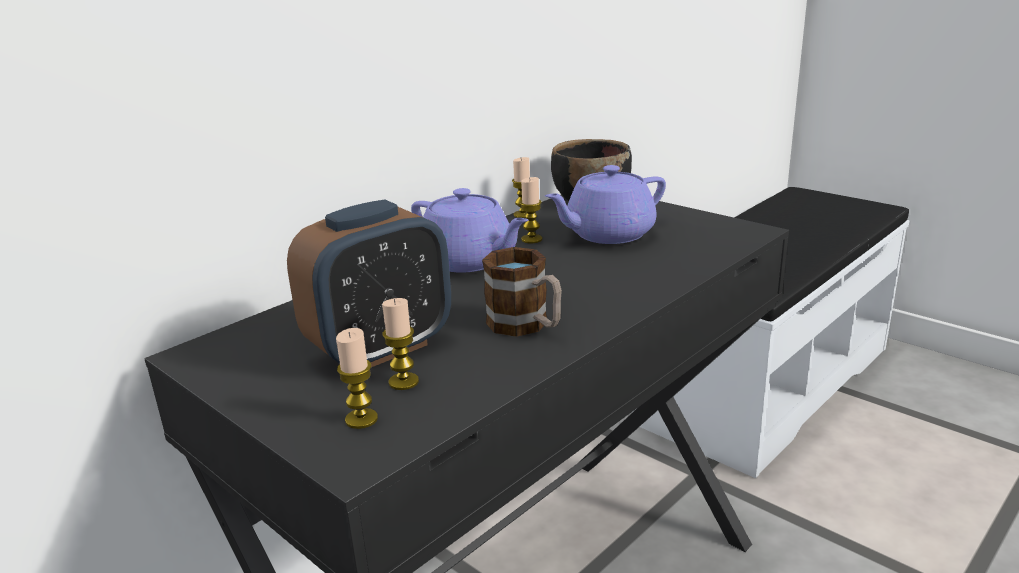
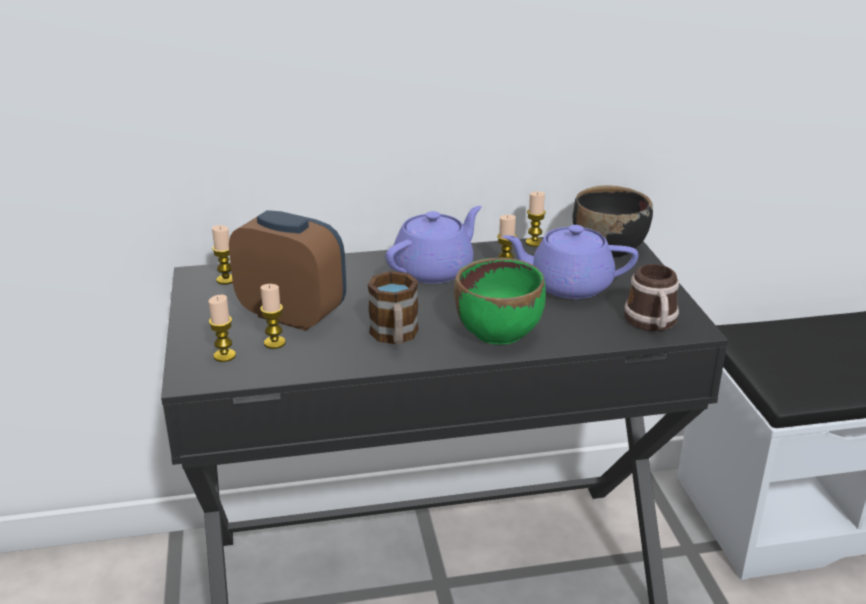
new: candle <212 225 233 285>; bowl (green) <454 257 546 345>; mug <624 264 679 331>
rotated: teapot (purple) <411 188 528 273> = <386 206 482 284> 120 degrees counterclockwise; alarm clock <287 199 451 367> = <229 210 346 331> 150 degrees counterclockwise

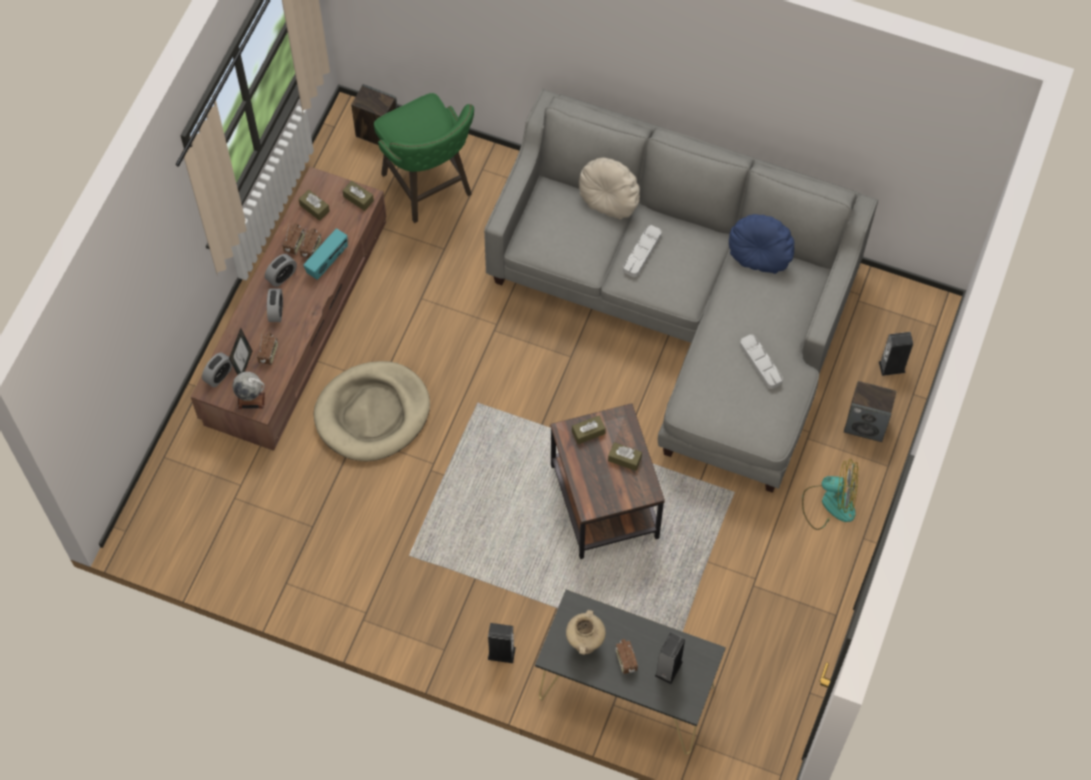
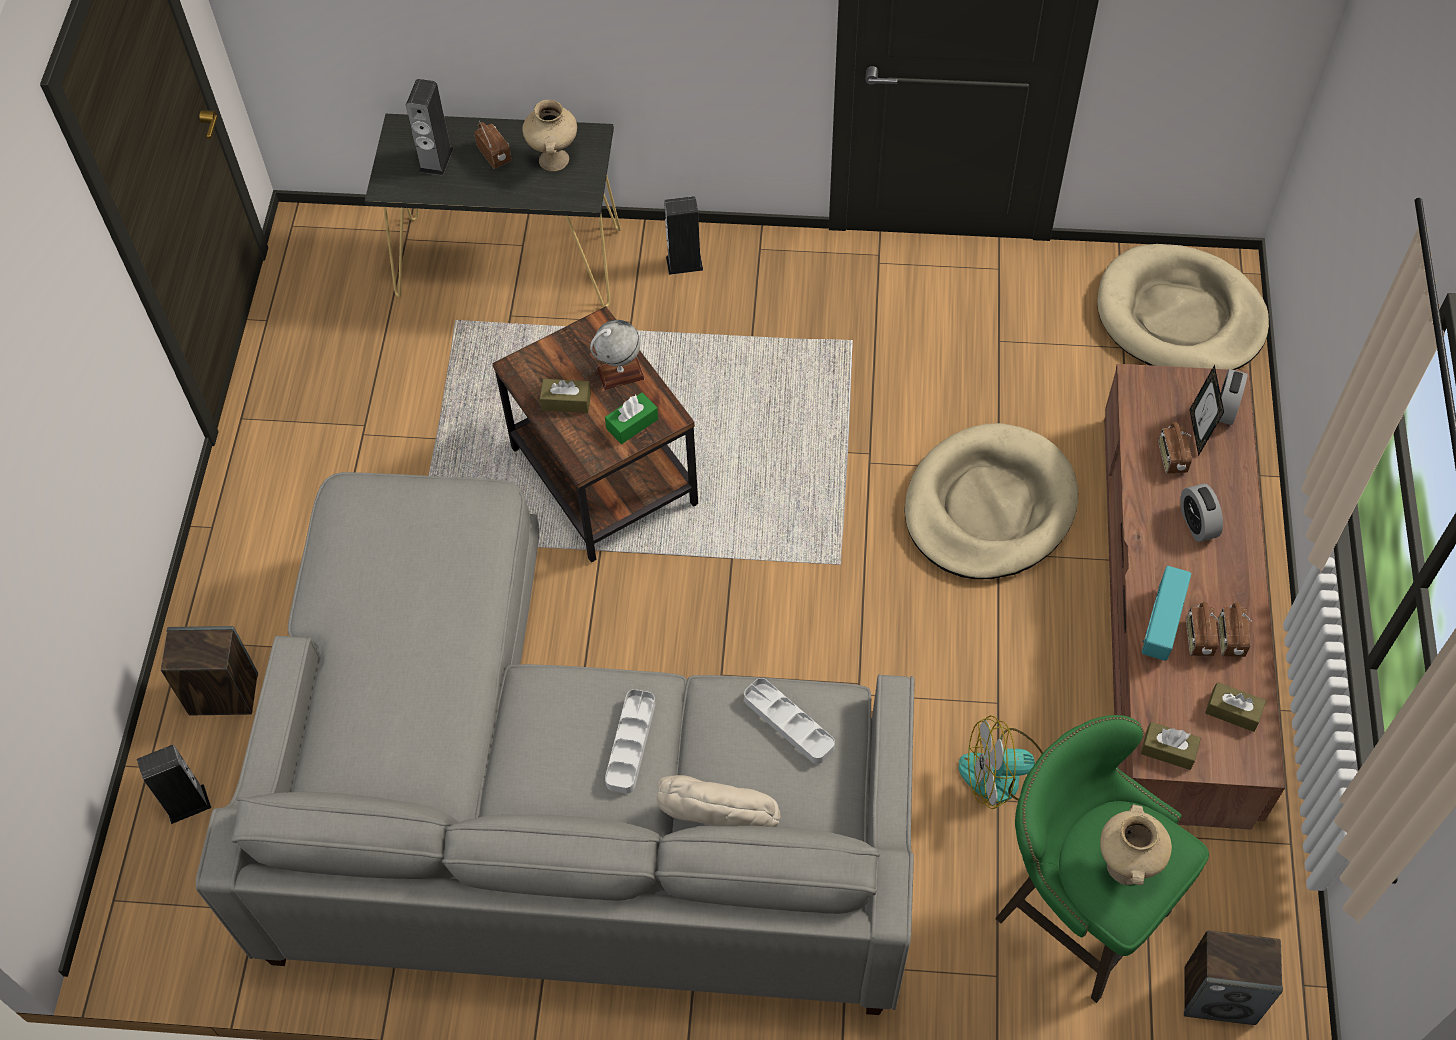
gone: pillow (blue) <729 214 794 274>; alarm clock <265 254 297 287>
new: dog bed (beige) <1097 244 1269 370>; vase (beige) <1100 805 1172 885>
shifted: tray (grey) <740 334 783 389> to <744 678 835 764>; globe <233 372 265 409> to <590 320 645 390>; fan <802 459 858 530> to <958 715 1043 809>
repainted: tissue box (brown) <572 416 606 444> to tissue box (green) <605 392 658 444>

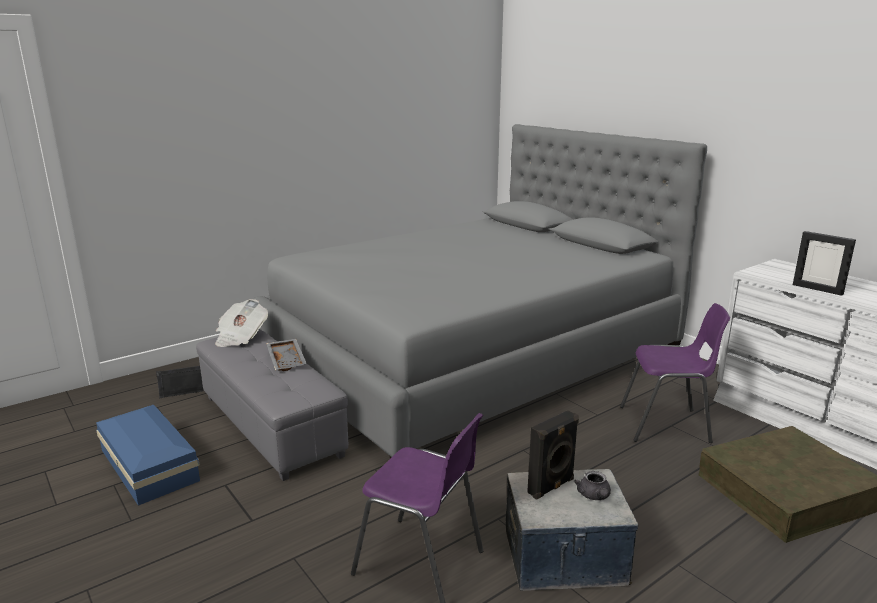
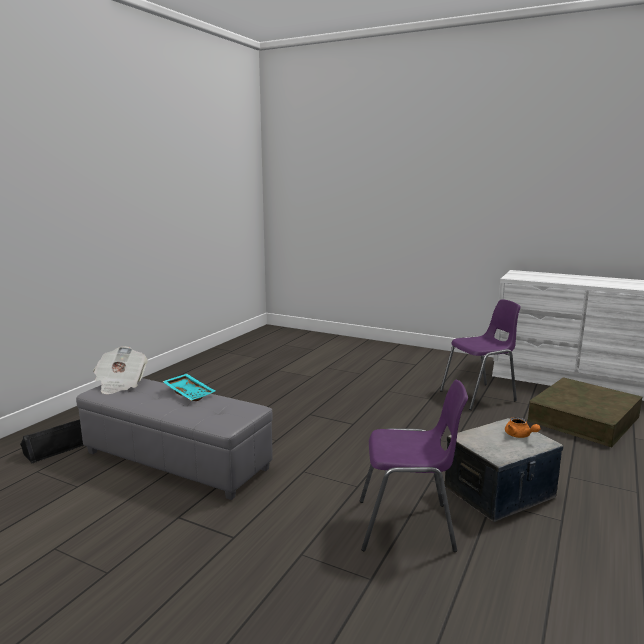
gone: bed (grey) <253 124 707 458>; picture frame <793 231 856 296>; storage box (blue) <96 405 200 506>; speaker (black) <527 410 579 500>
repainted: tray (grey) <266 338 307 371> to tray (turquoise) <162 374 215 401>; teapot (grey) <574 471 611 500> to teapot (orange) <505 417 541 438>

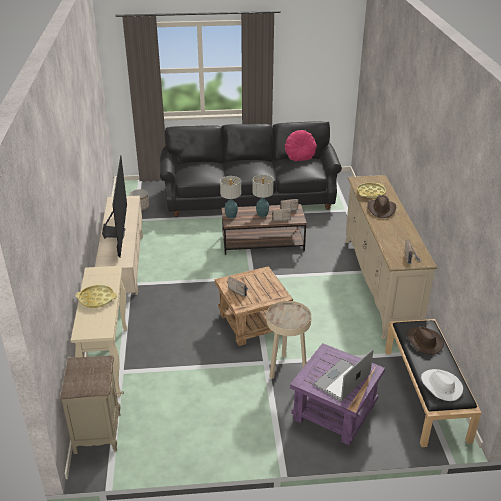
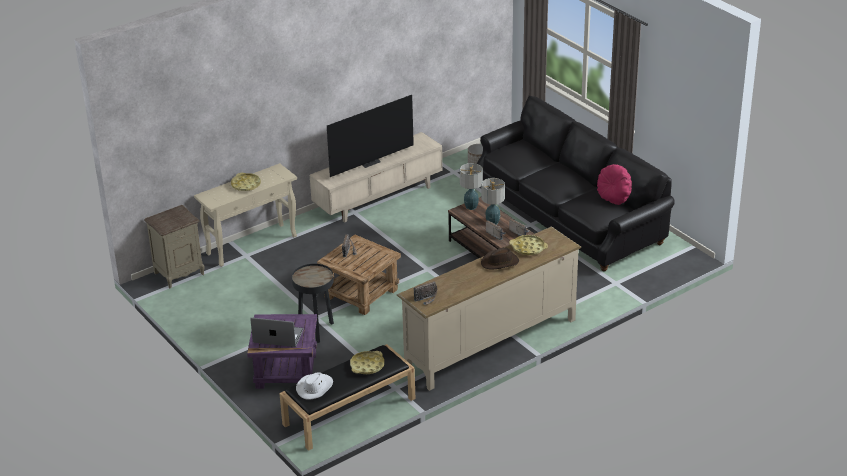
swapped: hat (brown) <406 326 444 355> to tray (yellow) <350 351 384 374>
repainted: side table (beige) <267 301 312 379> to side table (black) <292 264 334 343>

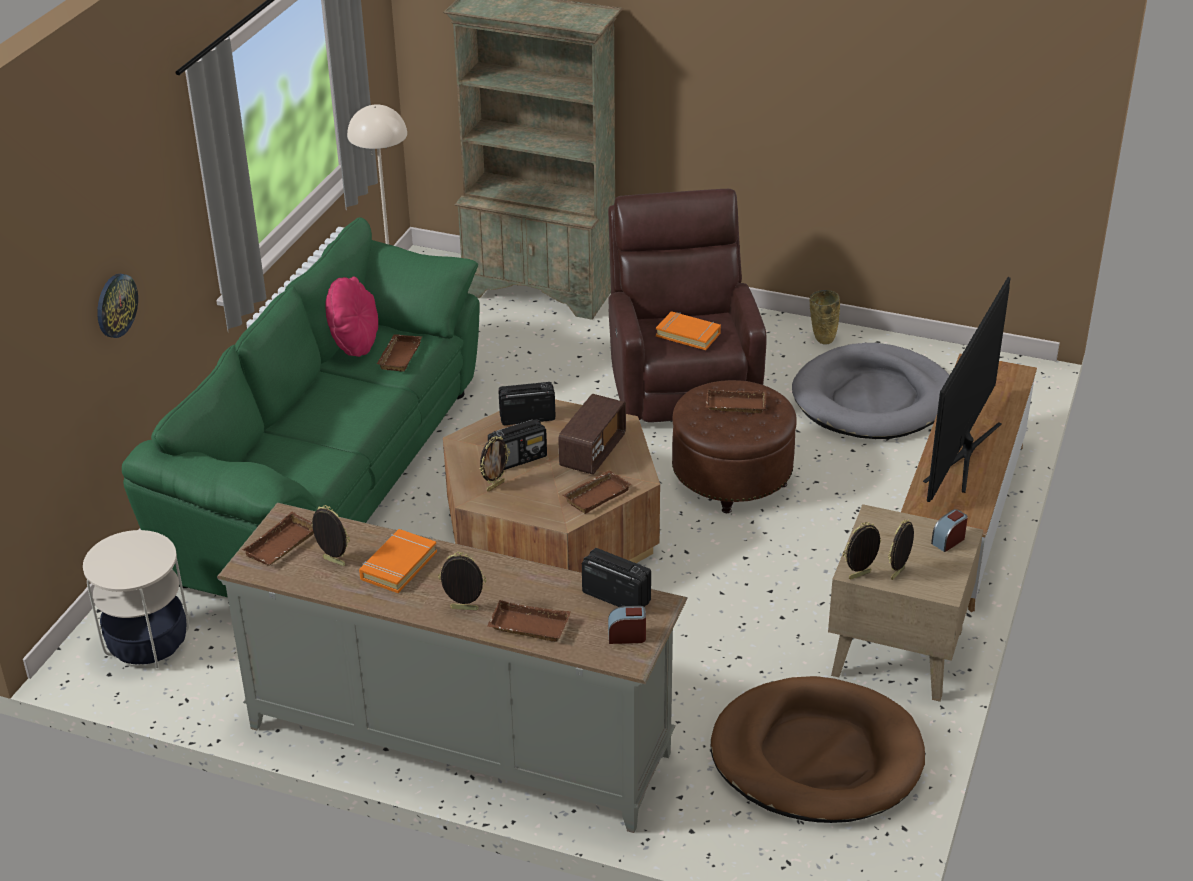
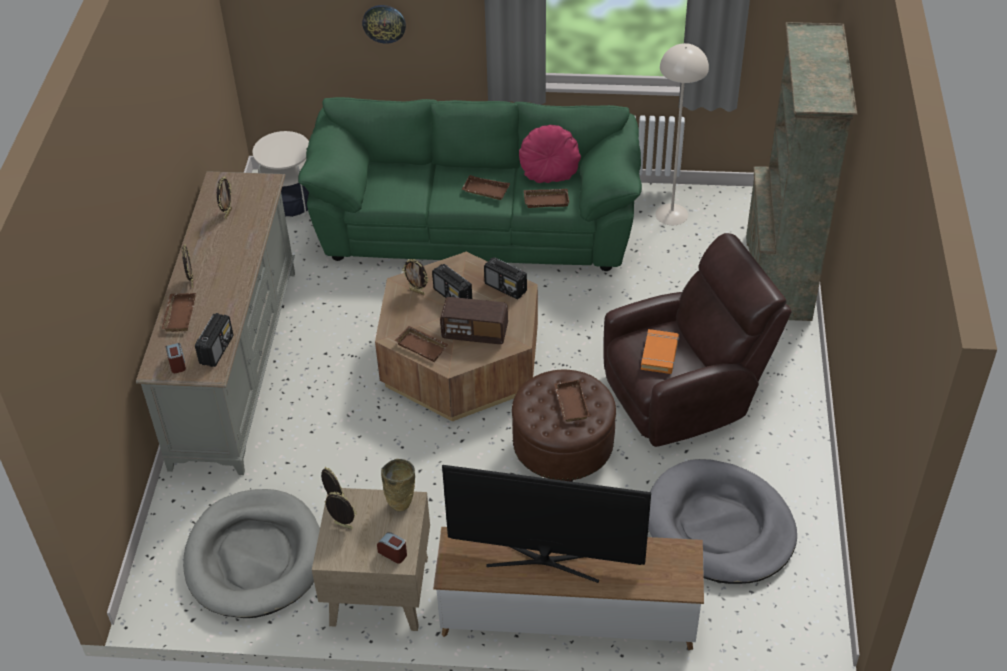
gone: book (orange) <359 529 437 593>
shifted: vase (beige) <810 290 840 345> to <381 459 415 512>; tray (brown) <242 512 314 566> to <461 175 510 200>
repainted: dog bed (brown) <711 676 925 823> to dog bed (grey) <183 489 320 618>
rotated: radio <498 382 555 425> = <484 257 527 299> 150 degrees clockwise

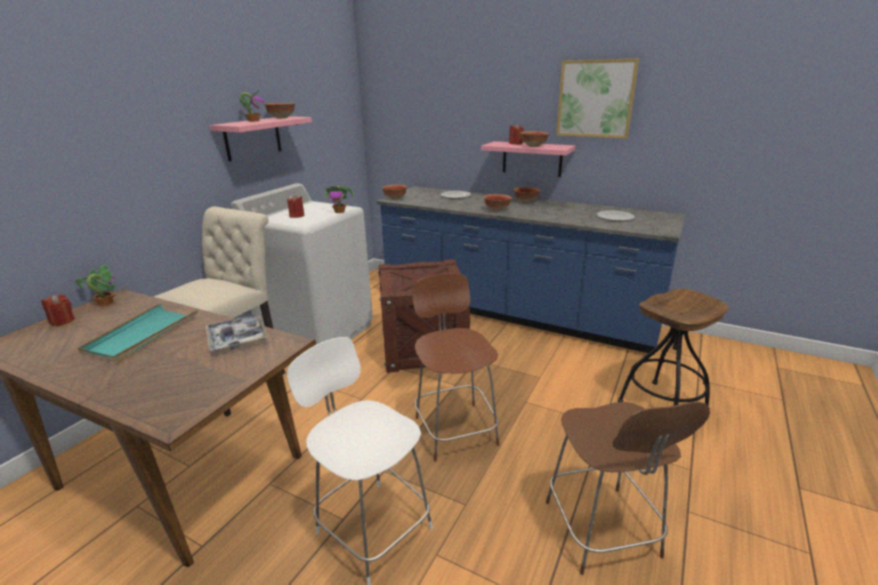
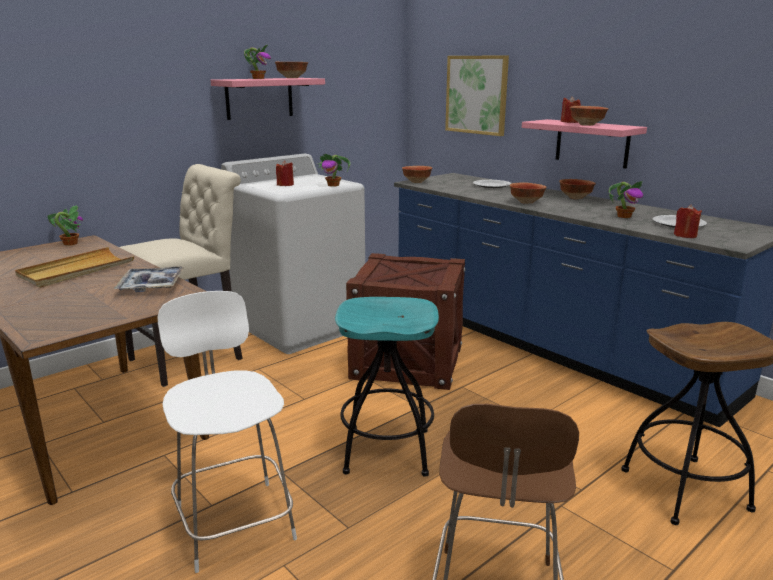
new: potted plant <609 181 643 218>
shifted: picture <556 59 639 138> to <445 55 509 136>; candle (red) <41 294 75 326> to <674 204 702 238>
swapped: chair (brown) <412 273 499 462> to stool (turquoise) <335 297 439 477>
repainted: tray (turquoise) <78 303 198 362> to tray (beige) <15 247 134 288>

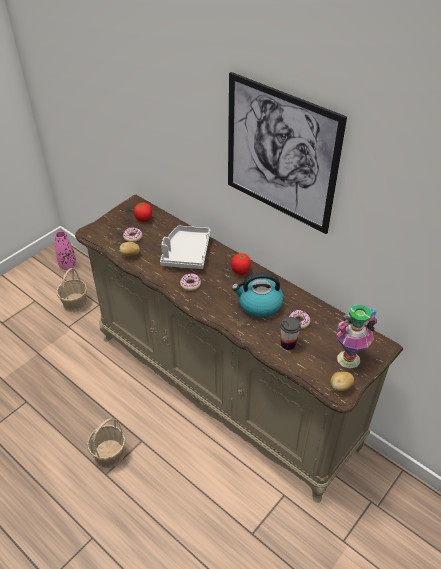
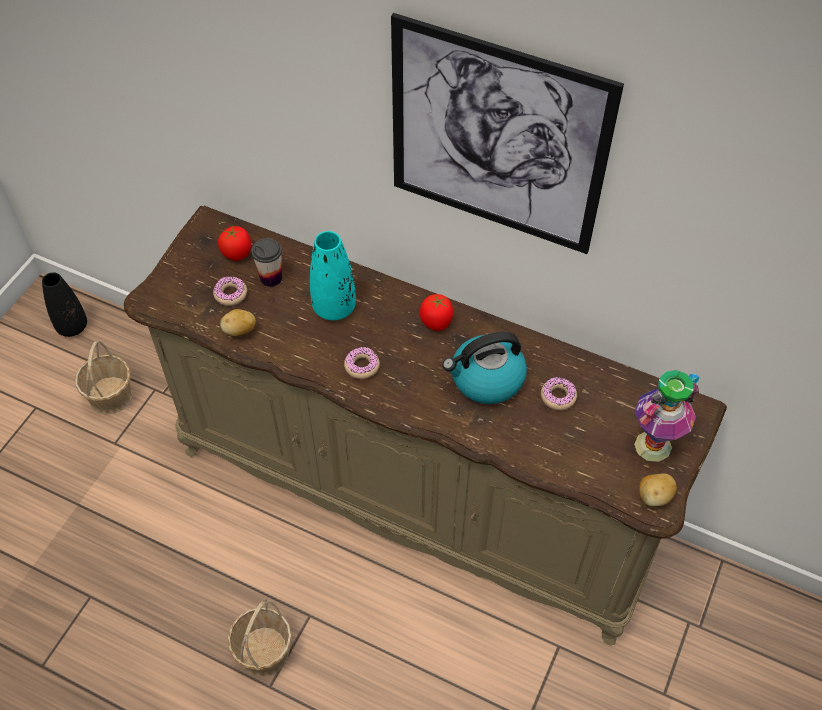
shifted: cup <280 317 301 350> to <251 238 282 287>
swapped: tray (grey) <160 226 210 269> to vase (turquoise) <310 231 356 320>
repainted: vase (pink) <55 231 77 270> to vase (black) <42 272 87 337>

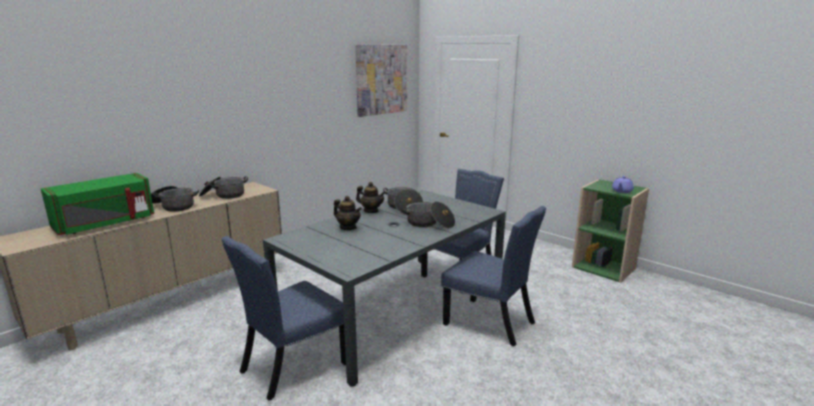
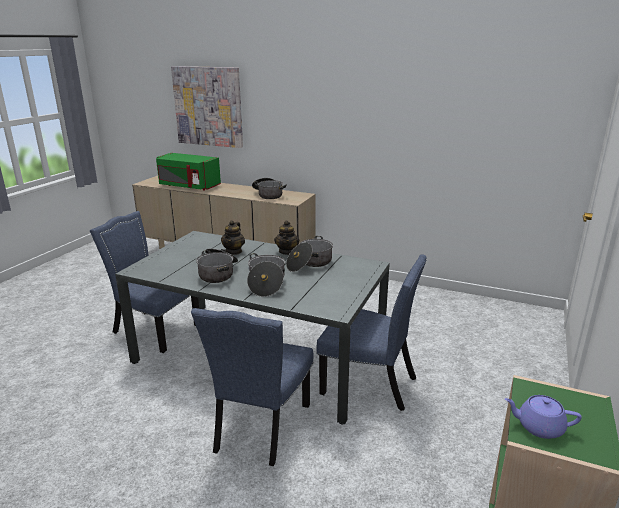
shifted: picture <355 44 407 117> to <171 66 243 148>; cooking pot <151 186 199 212> to <196 249 238 283>

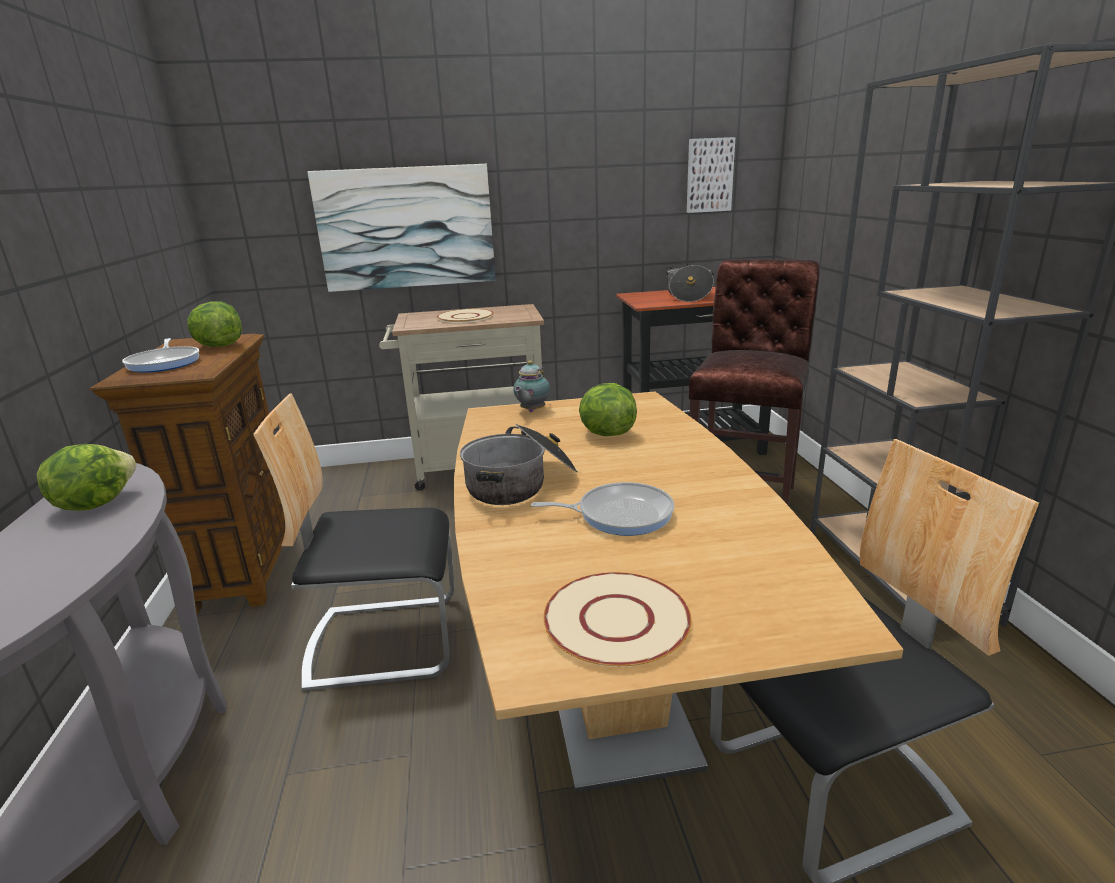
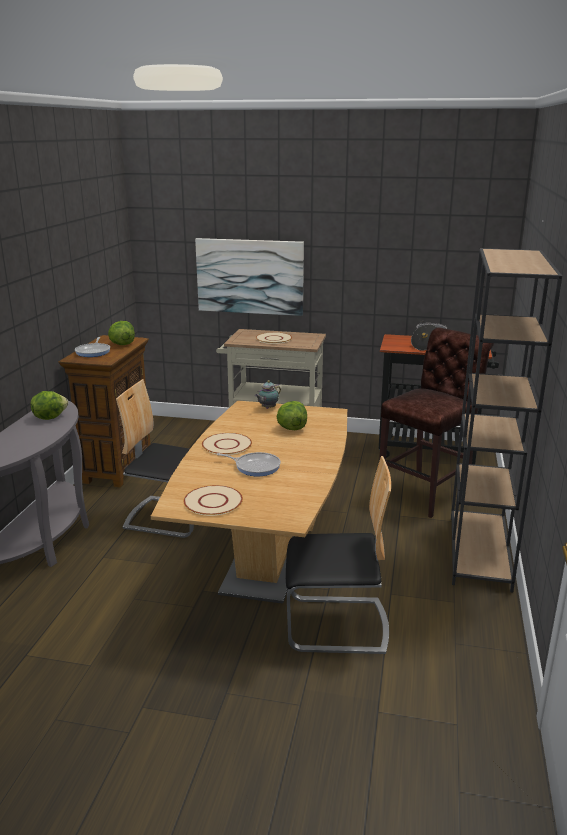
gone: picture <687 137 735 213>
swapped: cooking pot <460 424 578 505> to plate (beige) <202 433 252 455>

